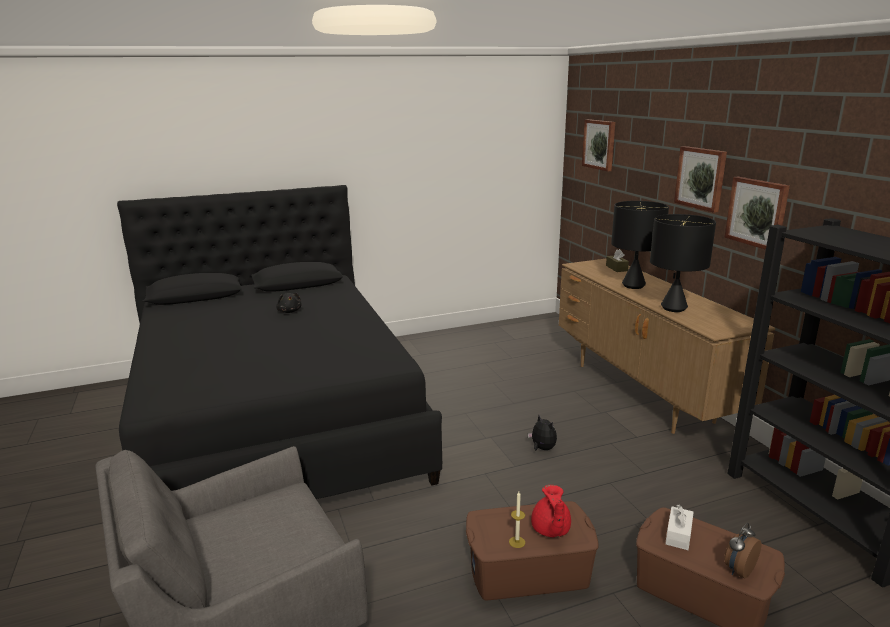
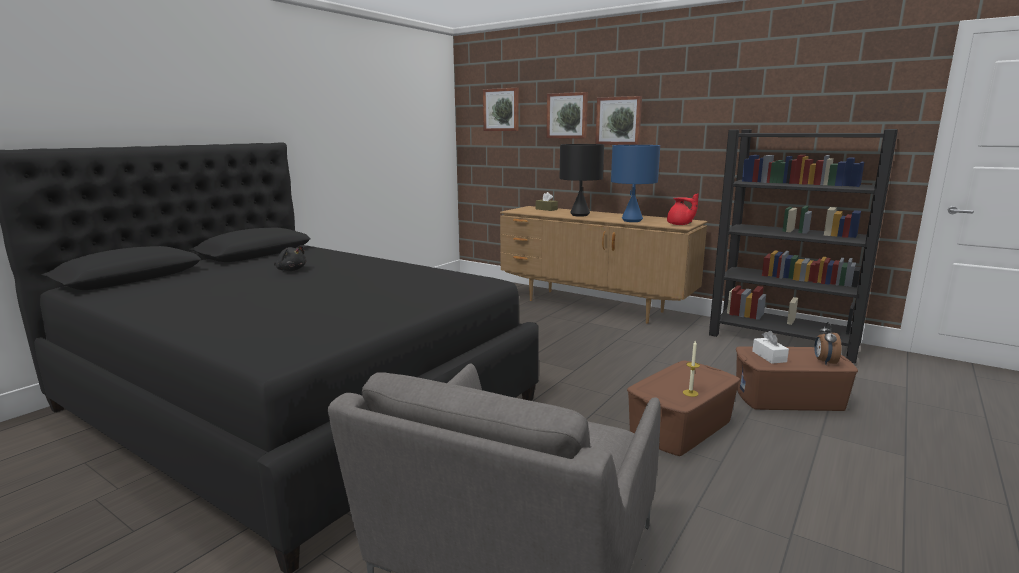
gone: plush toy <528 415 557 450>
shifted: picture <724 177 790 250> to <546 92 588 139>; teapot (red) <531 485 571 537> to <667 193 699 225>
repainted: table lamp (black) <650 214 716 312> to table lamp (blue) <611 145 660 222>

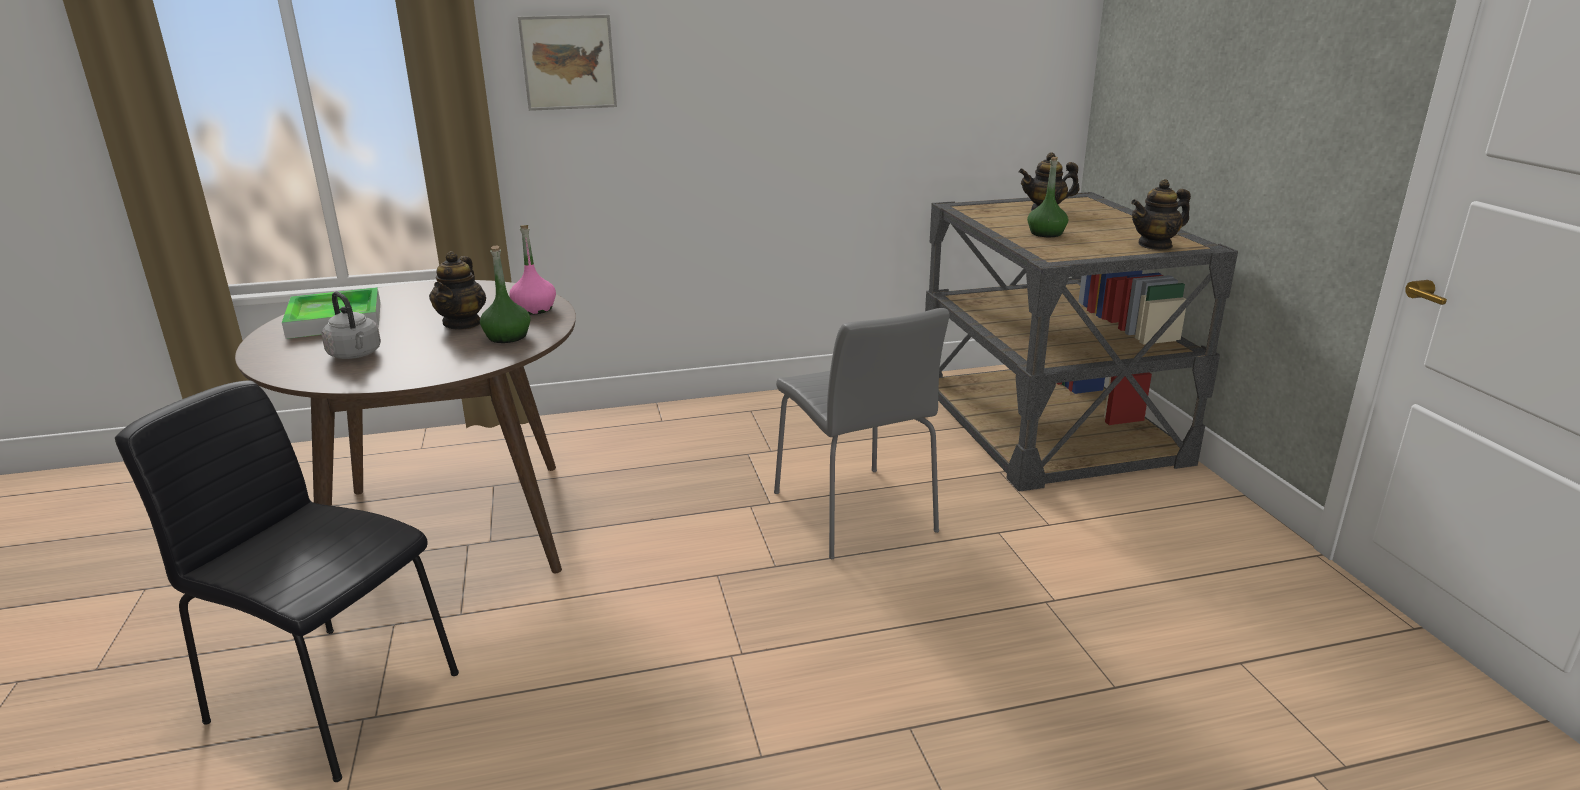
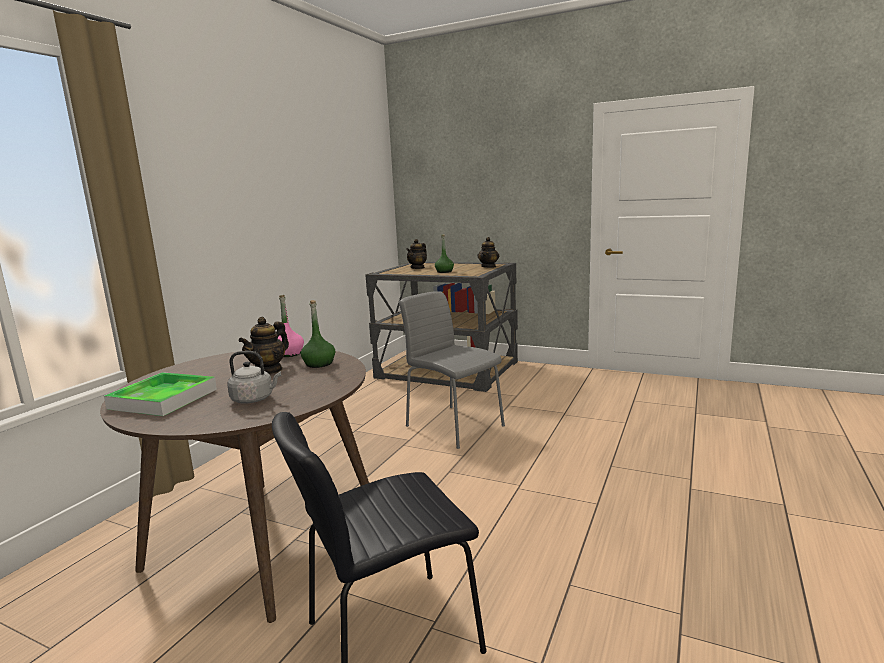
gone: picture <518 15 617 111>
rotated: teapot <429 251 486 330> = <238 317 289 374> 75 degrees clockwise; chair (grey) <774 308 950 559> = <399 291 505 449> 150 degrees counterclockwise

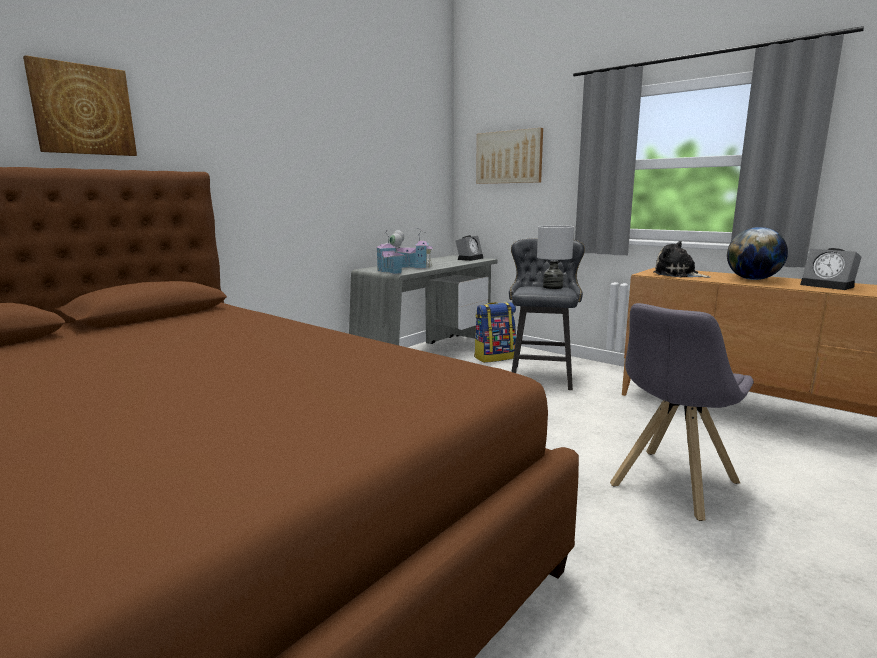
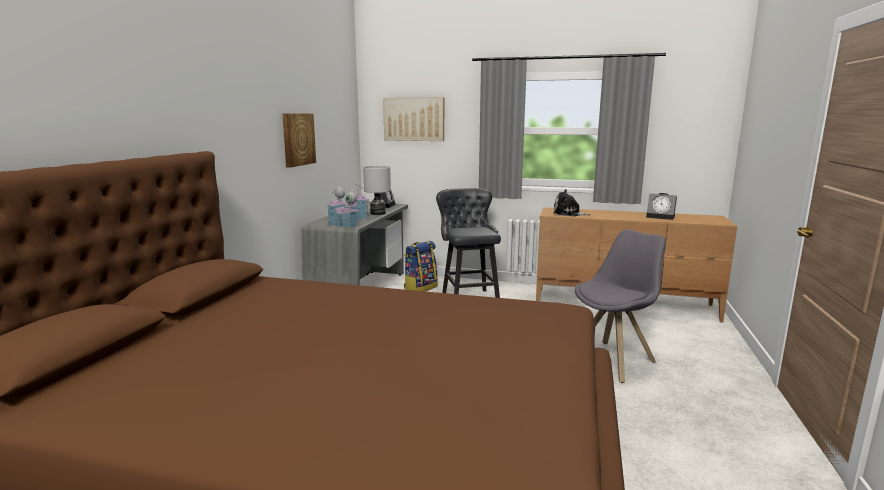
gone: globe <727 227 788 280>
shifted: picture <23 55 137 156> to <282 113 316 168>; table lamp (grey) <537 225 574 289> to <363 166 391 215>
rotated: chair (grey) <610 303 754 521> = <575 229 666 383> 150 degrees counterclockwise

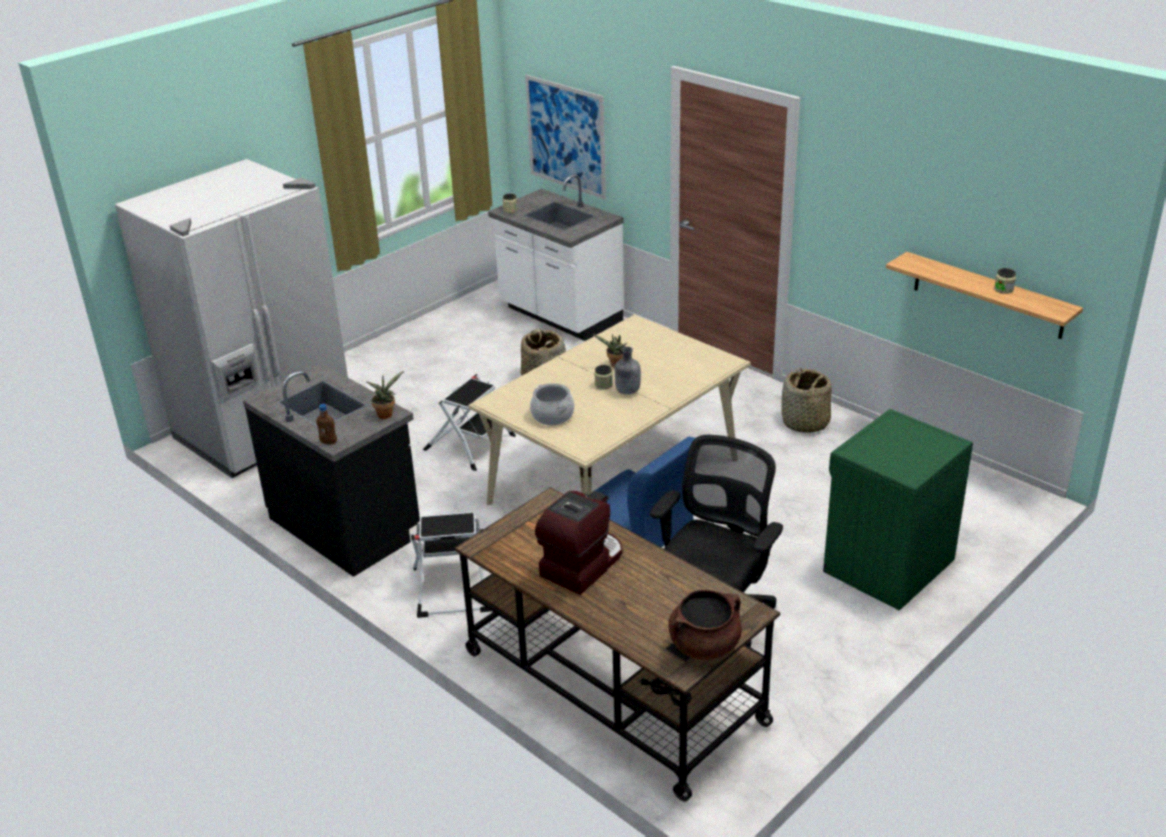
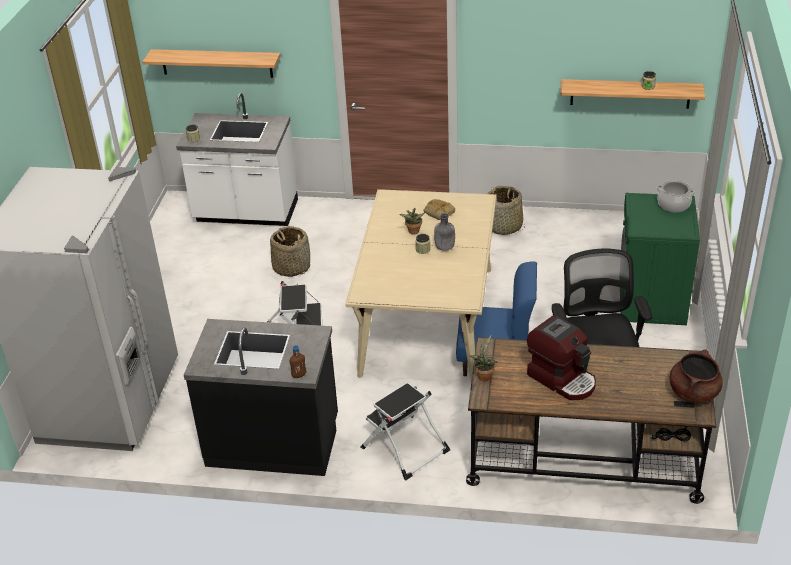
new: bread <424 199 455 220>
shifted: potted plant <367 371 404 419> to <469 334 497 381>; cooking pot <530 383 574 425> to <656 180 695 212>
swapped: picture <525 75 606 200> to shelf <142 49 281 78>
rotated: coffee machine <535 491 623 595> = <527 315 596 400> 135 degrees clockwise

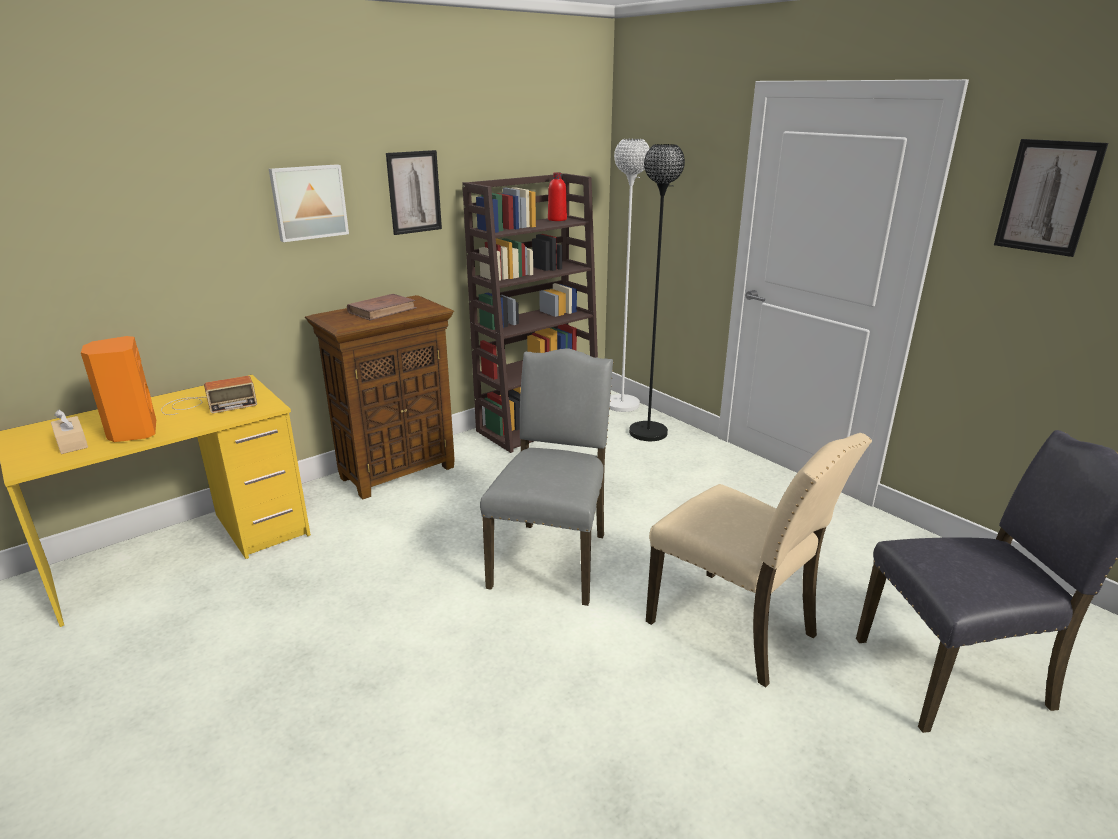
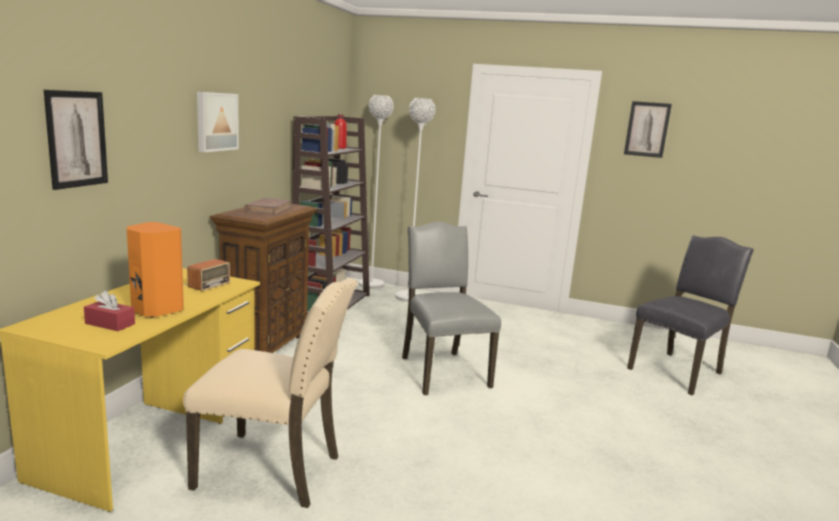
shifted: picture <386 150 442 235> to <44 90 108 190>; chair (beige) <646 433 872 687> to <183 278 358 508>
repainted: floor lamp (black) <629 144 685 441> to floor lamp (white) <395 98 435 302>; tissue box (beige) <51 409 88 454> to tissue box (red) <84 290 135 331>

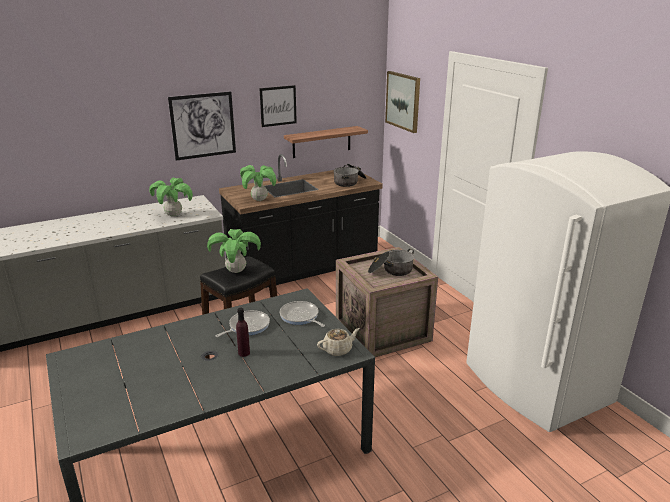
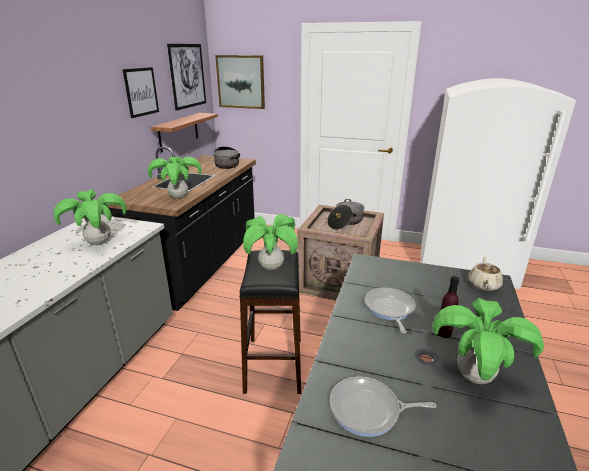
new: potted plant <433 298 544 384>
shifted: picture <168 91 236 161> to <167 44 206 111>; frying pan <279 301 325 327> to <330 377 436 437>

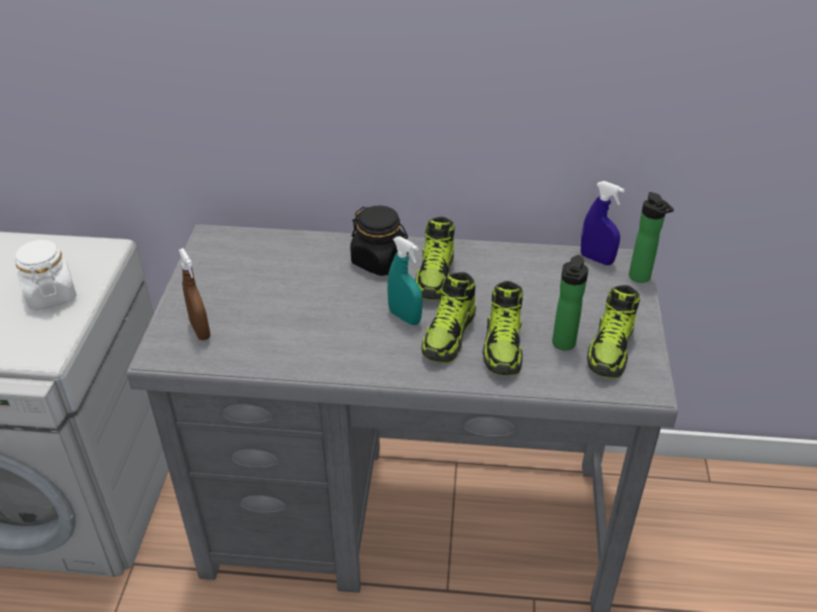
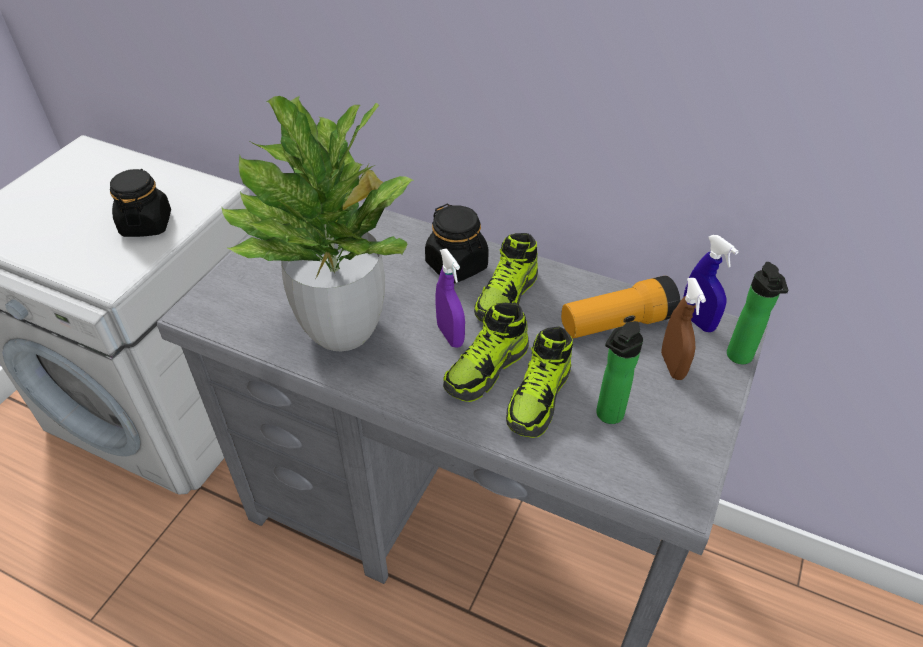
gone: shoe <587 285 640 378>
new: potted plant <222 96 414 351>; flashlight <561 276 681 339>
shifted: spray bottle (brown) <179 248 210 340> to <661 278 706 380>
repainted: spray bottle (turquoise) <387 236 423 325> to spray bottle (purple) <436 248 465 348>; jar (white) <15 239 76 310> to jar (black) <110 169 171 237>

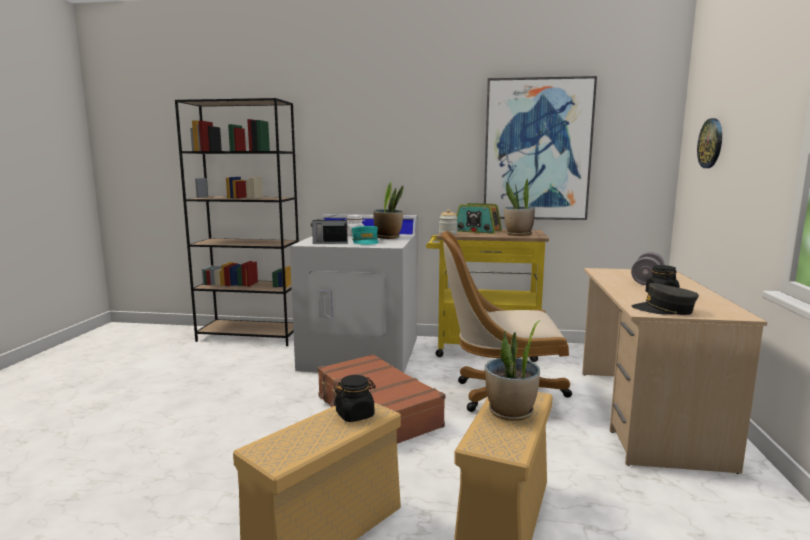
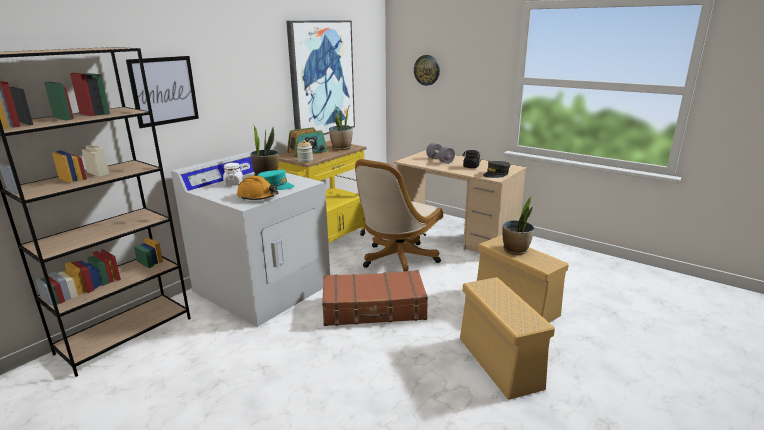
gone: jar (black) <334 375 376 422>
new: picture <126 56 199 128>
swapped: radio <311 214 348 244> to hard hat (orange) <237 176 278 201>

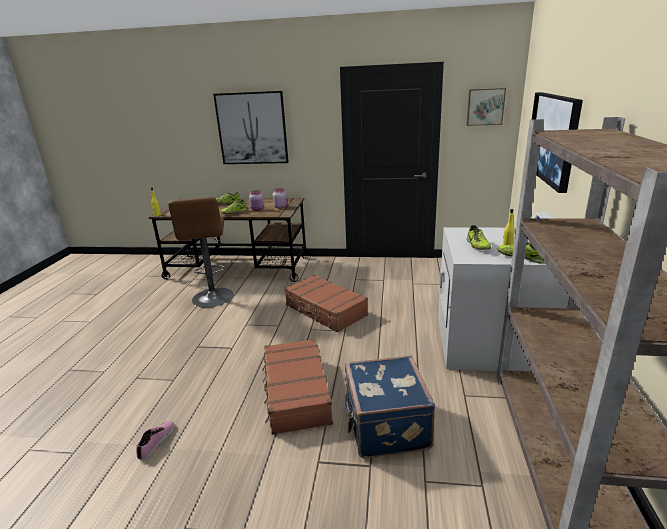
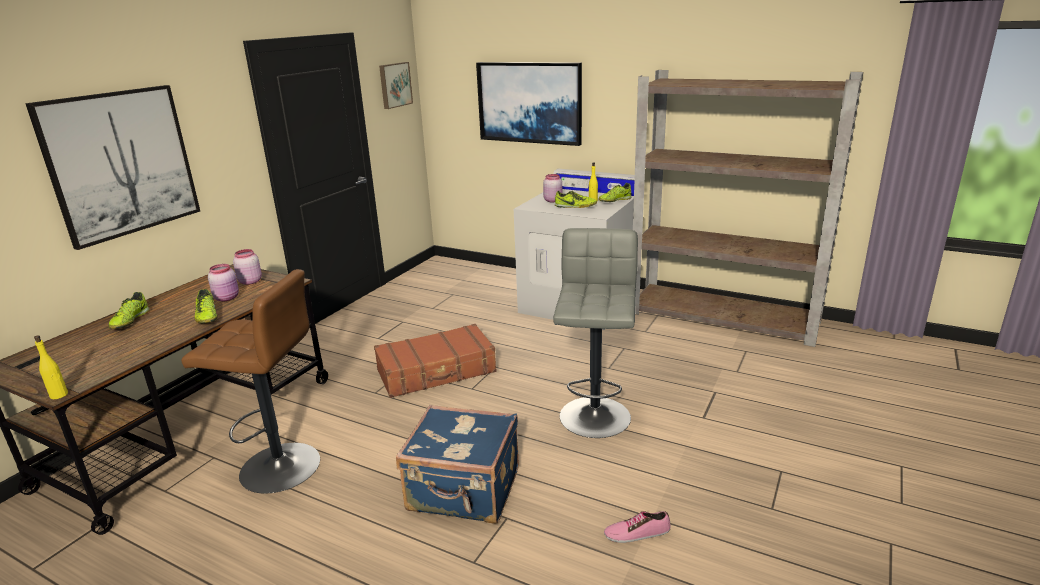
new: jar (pink) <543 174 562 202>
shifted: suitcase (blue) <344 355 435 458> to <396 405 519 524>
swapped: suitcase (brown) <262 339 333 435> to stool (grey) <553 228 638 438>
rotated: shoe <136 421 174 460> = <604 511 671 543> 45 degrees counterclockwise

